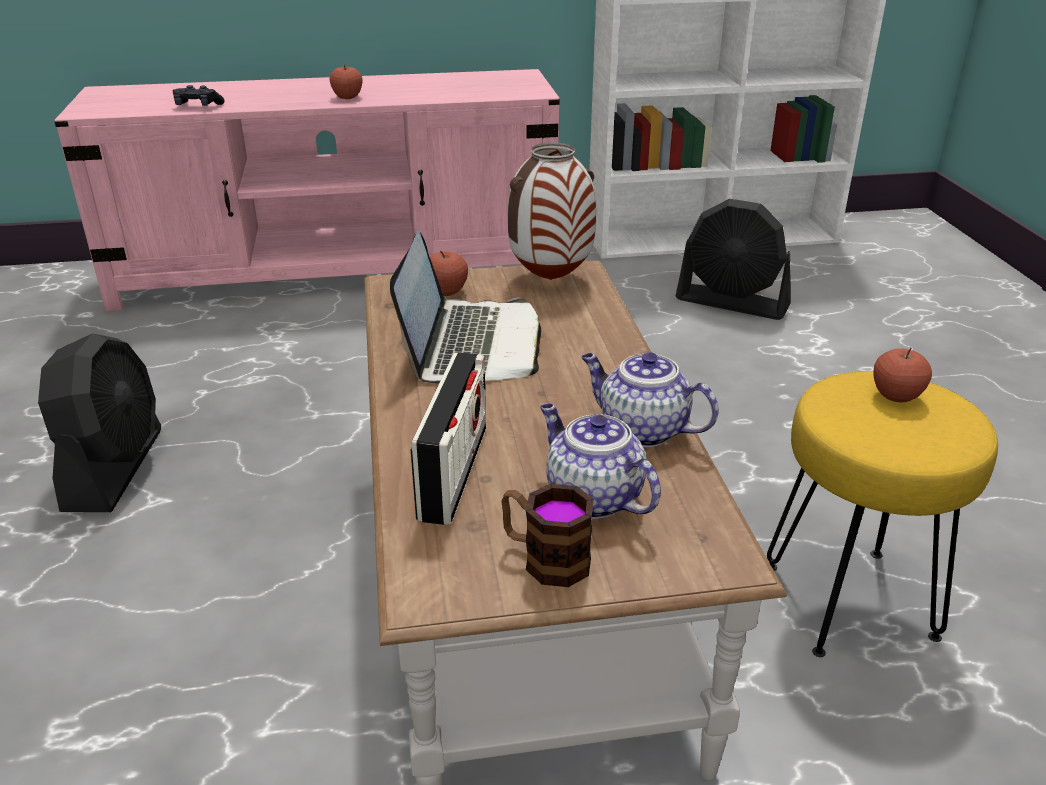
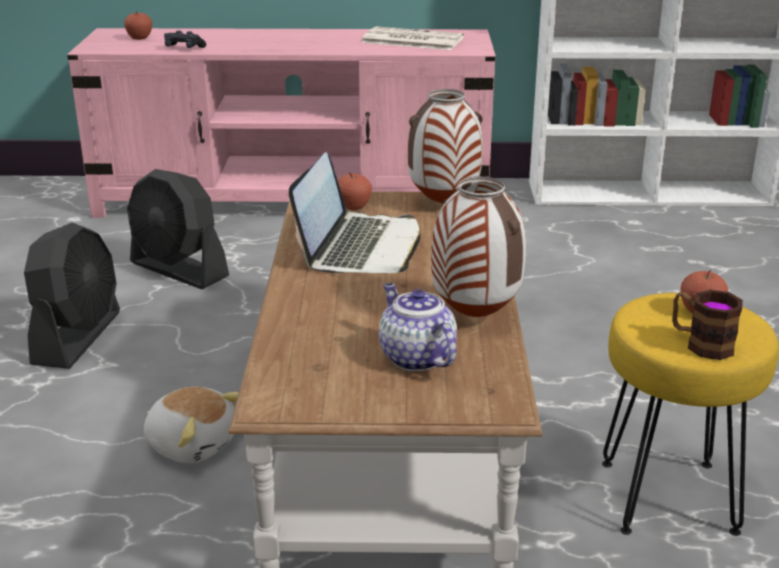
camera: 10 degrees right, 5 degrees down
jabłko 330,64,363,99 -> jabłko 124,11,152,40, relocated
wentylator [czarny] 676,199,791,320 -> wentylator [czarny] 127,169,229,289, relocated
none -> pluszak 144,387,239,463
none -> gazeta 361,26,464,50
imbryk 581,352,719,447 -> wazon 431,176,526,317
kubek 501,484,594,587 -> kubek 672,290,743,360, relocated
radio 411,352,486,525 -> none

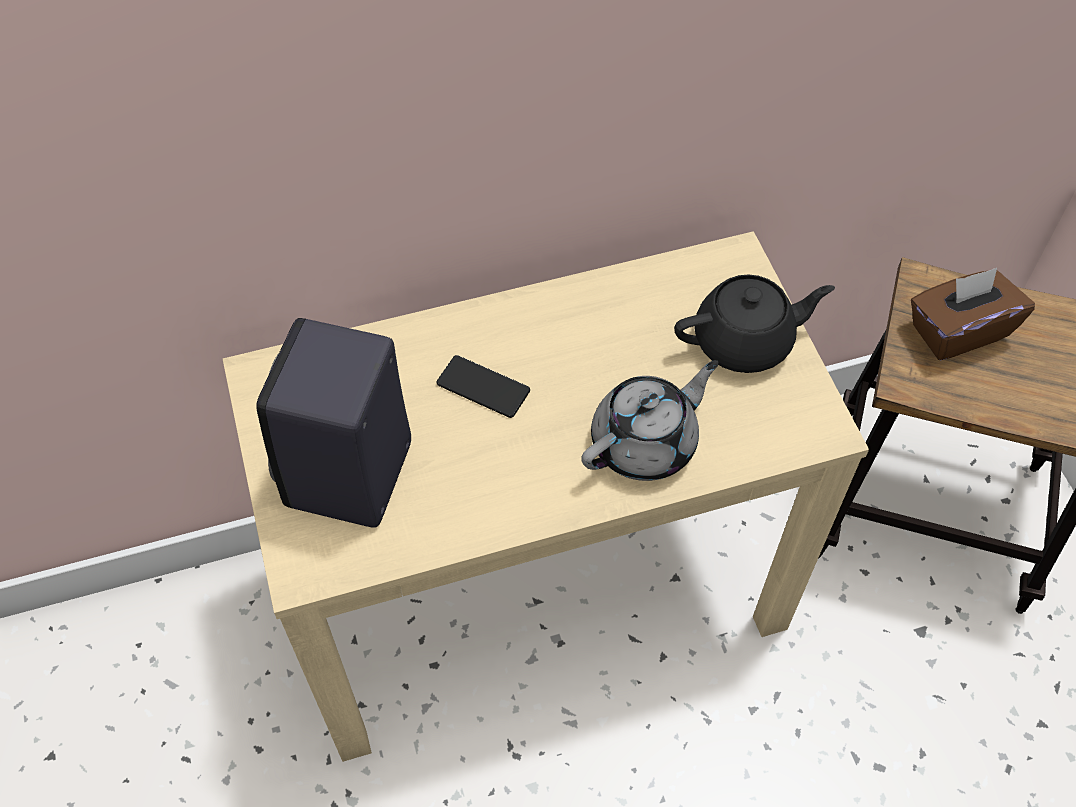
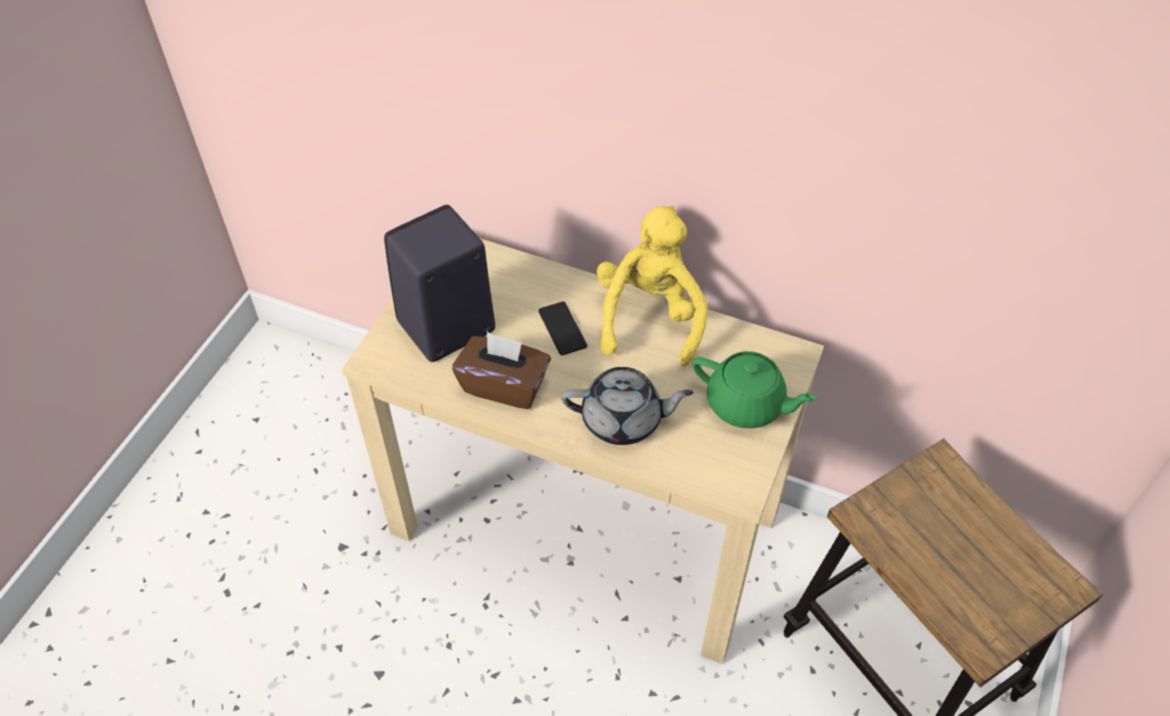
camera: 40 degrees right, 5 degrees down
pudełko chusteczek [brązowy] 911,268,1035,361 -> pudełko chusteczek [brązowy] 452,332,551,409, relocated
none -> pluszak [żółty] 597,206,708,367
imbryk [czarny] 674,274,835,373 -> imbryk [zielony] 692,351,817,428

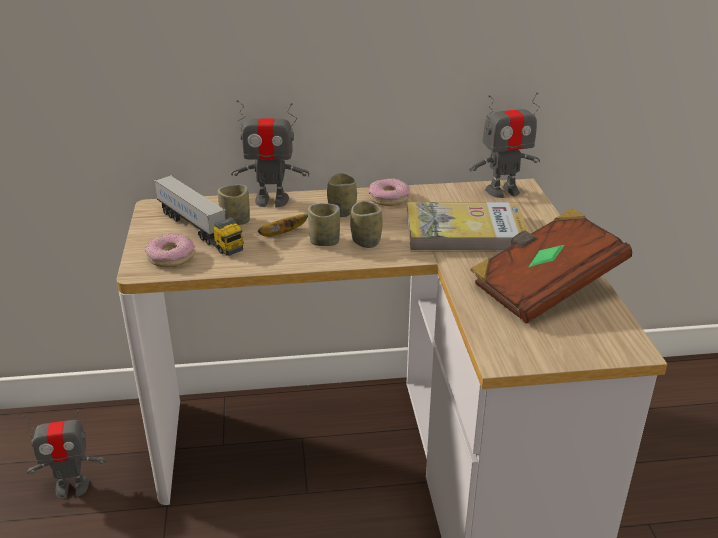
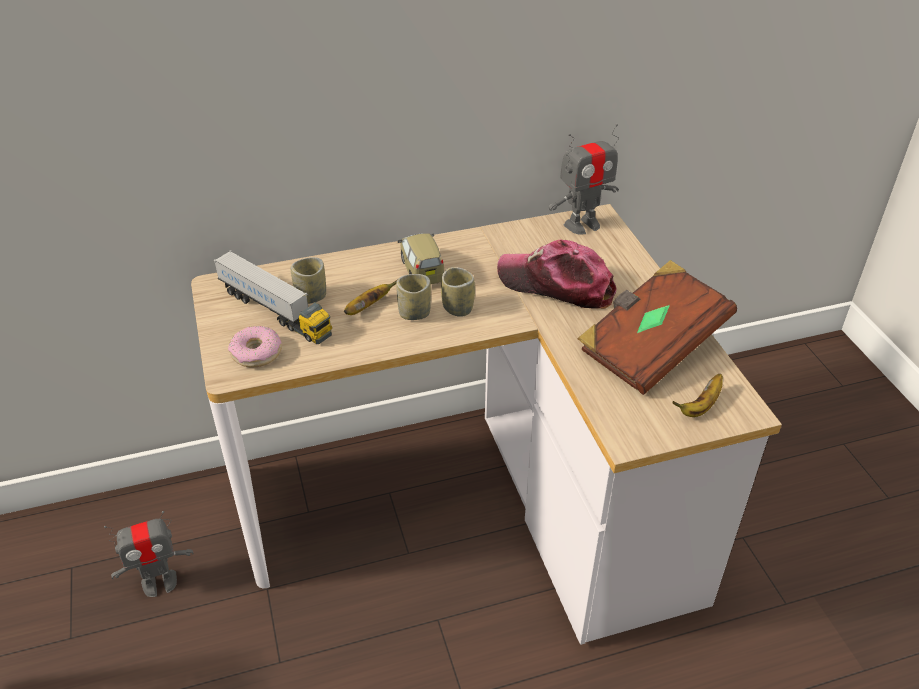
camera: 10 degrees left, 10 degrees up
filiżanka 327,173,357,217 -> samochodzik 398,233,444,284
książka 407,202,528,252 -> czapka z daszkiem 497,240,616,309
none -> banan 672,374,723,417
robot zabawkowy 231,100,309,207 -> none
donut 369,178,410,206 -> none

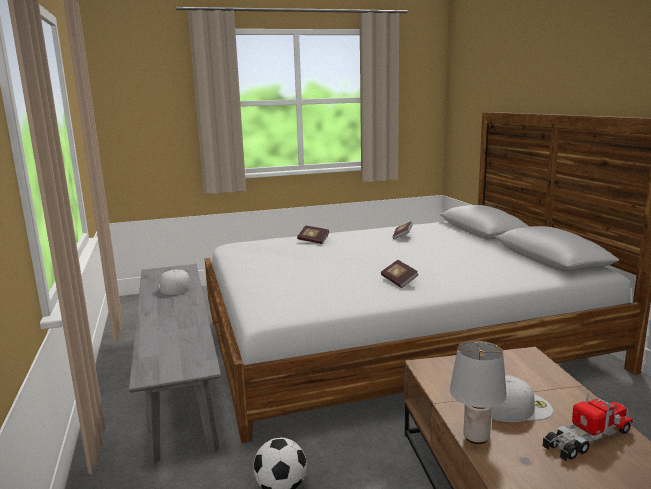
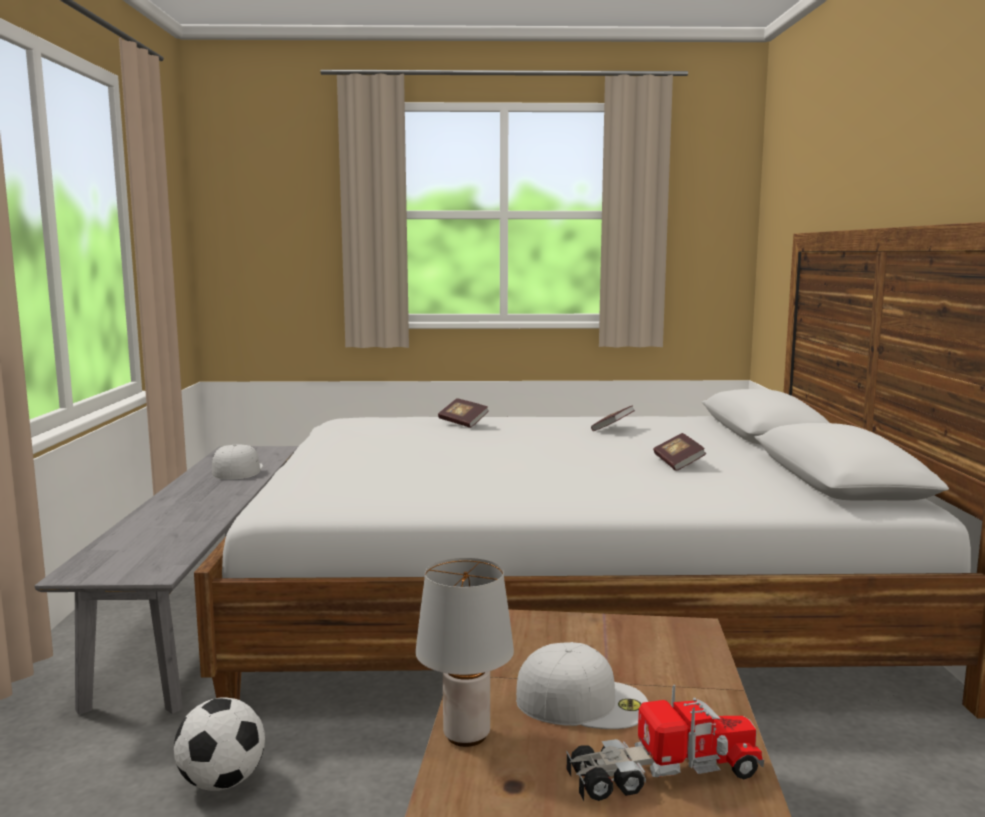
camera: 15 degrees right, 5 degrees down
książka 381,260,419,288 -> książka 653,433,706,471, relocated

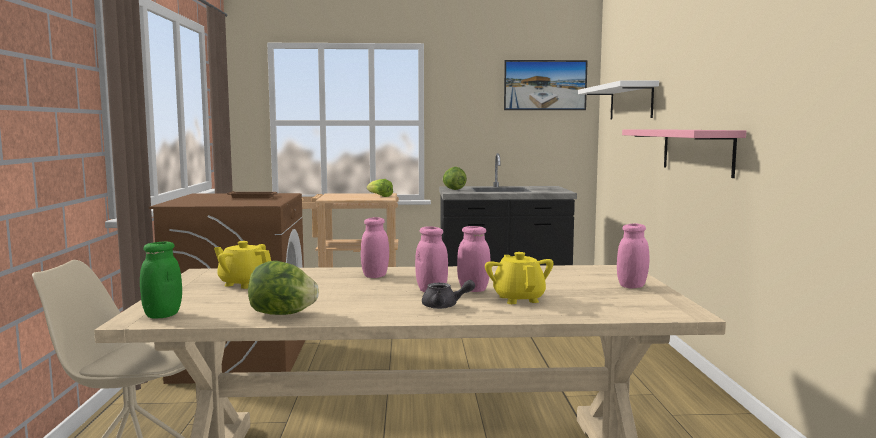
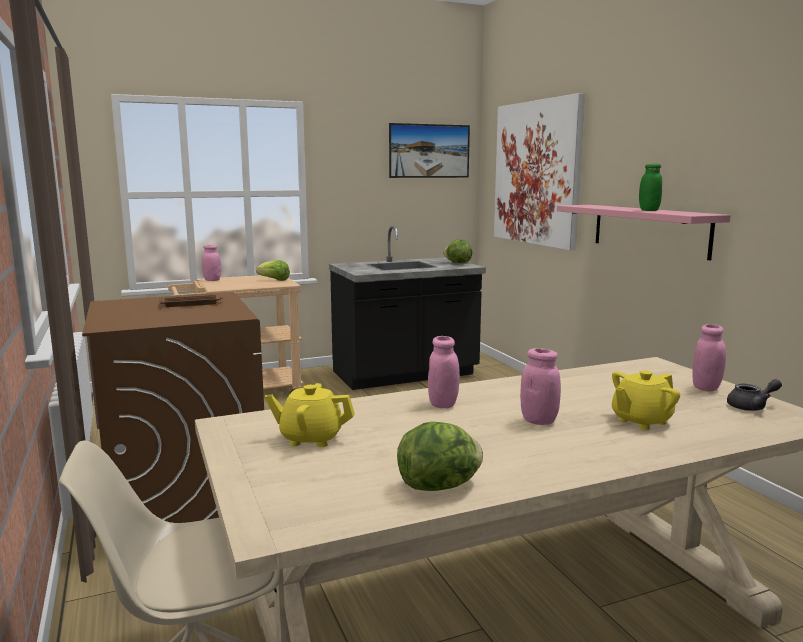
camera: 20 degrees left, 5 degrees up
słoik [różowy] 457,226,490,292 -> słoik [różowy] 202,245,221,281, relocated
sałata 442,167,467,190 -> sałata 443,239,472,263, relocated
półka [biały] 578,80,659,119 -> obraz 494,93,585,250
imbryk [żółty] 485,252,553,304 -> imbryk [żółty] 612,370,680,430, 90 degrees counterclockwise
słoik [zielony] 140,241,182,318 -> słoik [zielony] 639,164,662,211, relocated
imbryk [szary] 422,280,475,309 -> imbryk [szary] 727,379,782,411, relocated

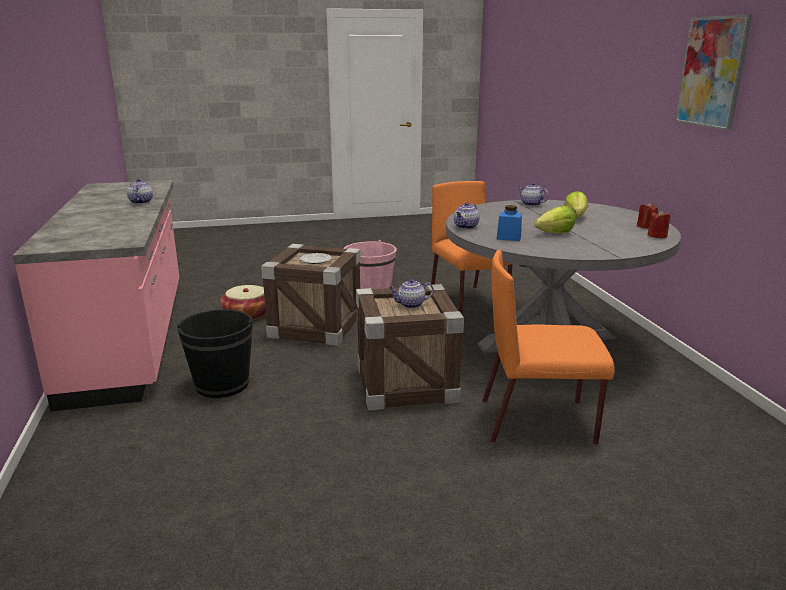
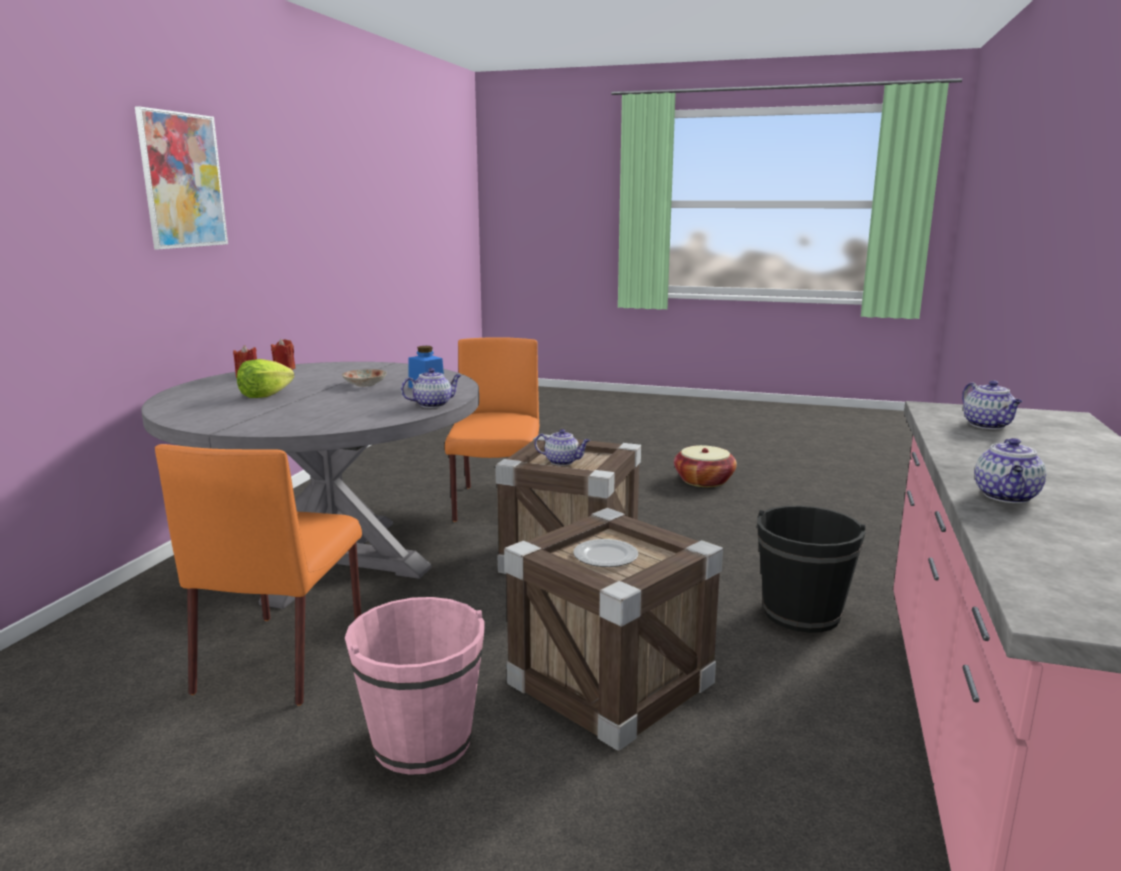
camera: 150 degrees left, 5 degrees down
sałata 534,206,575,233 -> talerz 342,369,387,387
krzesło [pomarańczowy] 482,250,615,445 -> krzesło [pomarańczowy] 445,337,539,522, 120 degrees counterclockwise
koszyk 220,285,266,320 -> koszyk 674,445,737,487, relocated
imbryk 518,182,549,206 -> imbryk 962,380,1023,429, relocated

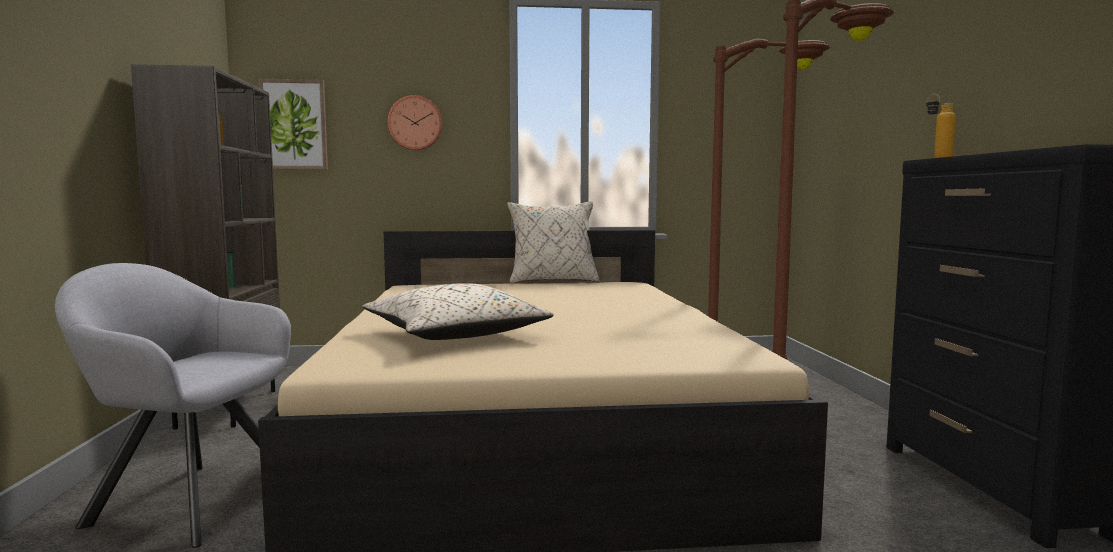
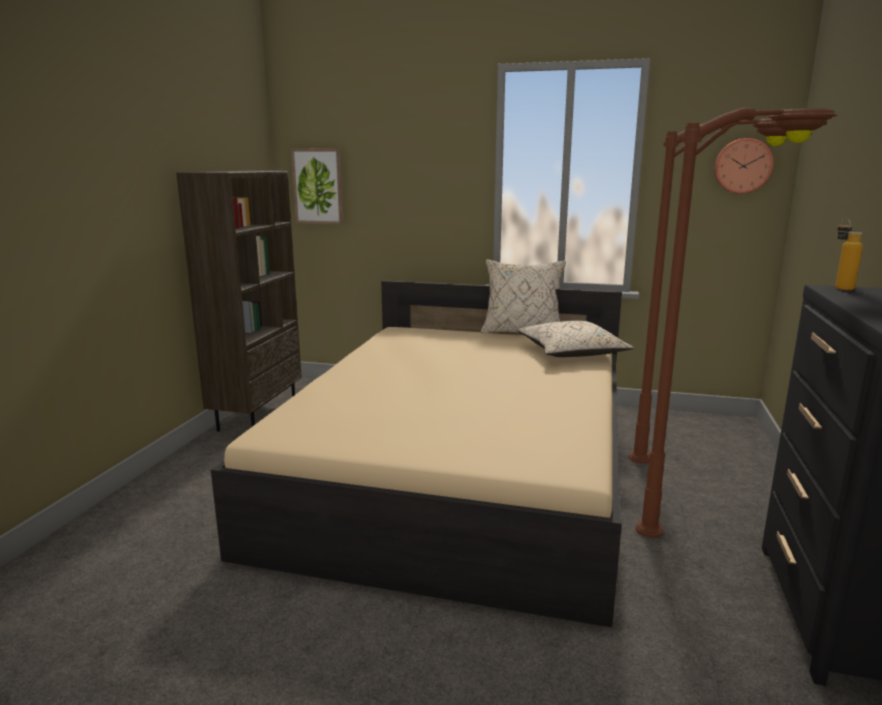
camera: 20 degrees right, 10 degrees up
poduszka [beżowy] 362,283,554,340 -> poduszka [beżowy] 517,321,634,357, relocated
zegar ścienny 388,95,442,150 -> zegar ścienny 714,138,774,194, relocated
fotel [szary] 55,263,291,548 -> none

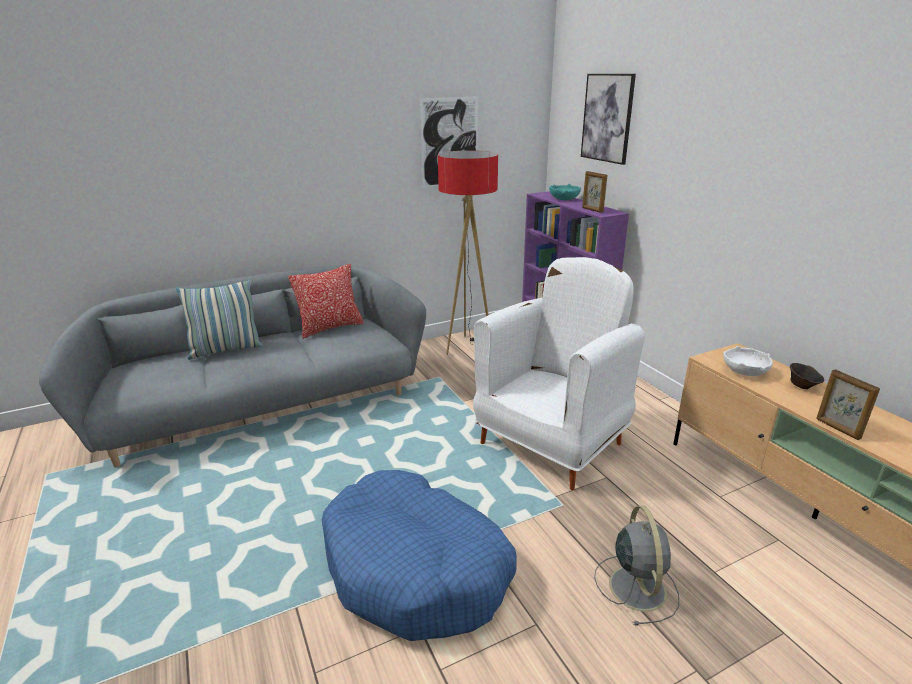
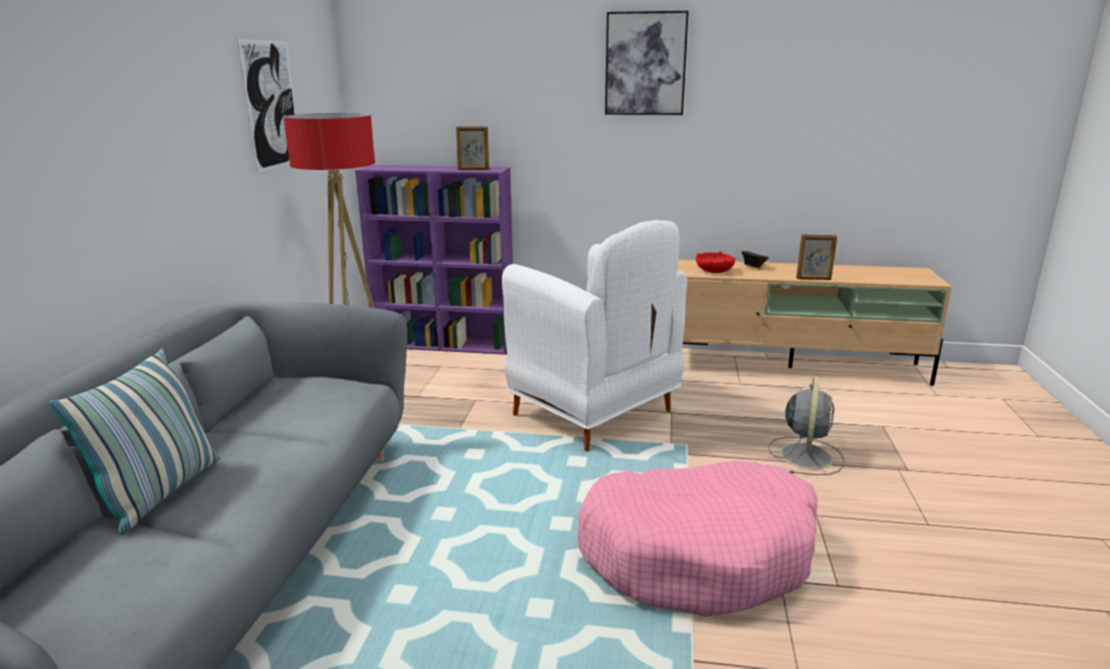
camera: 55 degrees left, 5 degrees down
fotel [biały] 473,257,645,490 -> fotel [biały] 502,220,687,451, 150 degrees clockwise
legowisko [niebieski] 322,470,517,641 -> legowisko [różowy] 578,461,818,617
obraz 581,74,636,165 -> obraz 605,11,689,115, relocated
miska [biały] 723,346,773,376 -> miska [czerwony] 696,251,736,273
wentylator [szary] 594,506,679,626 -> wentylator [szary] 768,376,844,475, 75 degrees clockwise
poduszka 288,264,364,339 -> none
miska [turkusowy] 549,184,581,200 -> none

